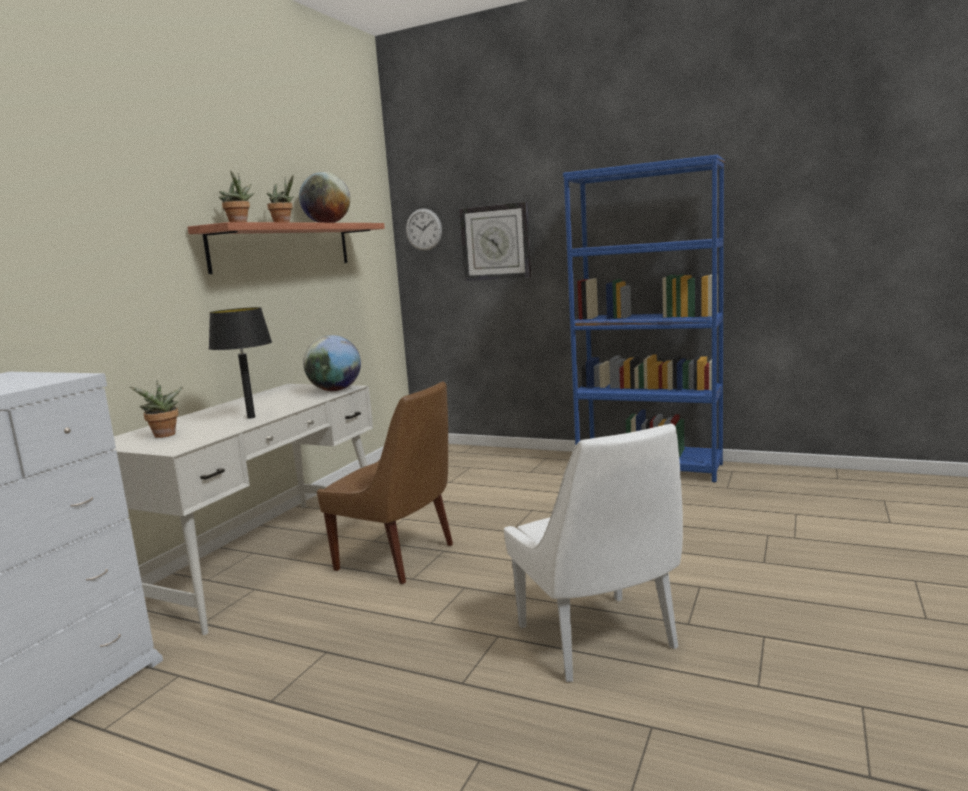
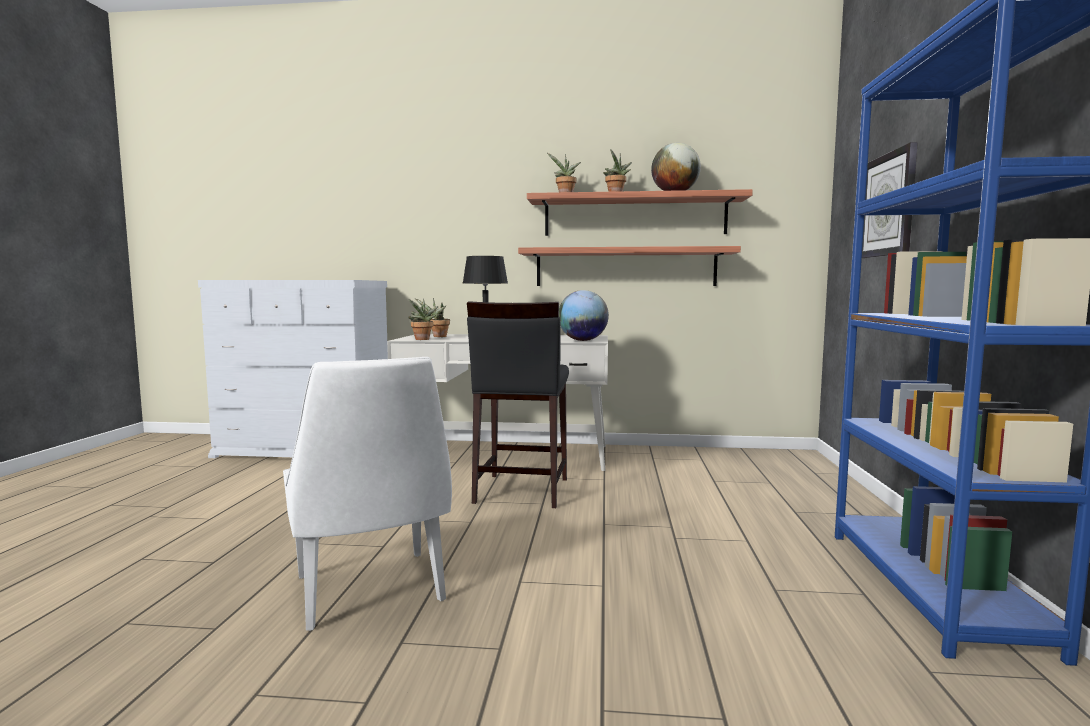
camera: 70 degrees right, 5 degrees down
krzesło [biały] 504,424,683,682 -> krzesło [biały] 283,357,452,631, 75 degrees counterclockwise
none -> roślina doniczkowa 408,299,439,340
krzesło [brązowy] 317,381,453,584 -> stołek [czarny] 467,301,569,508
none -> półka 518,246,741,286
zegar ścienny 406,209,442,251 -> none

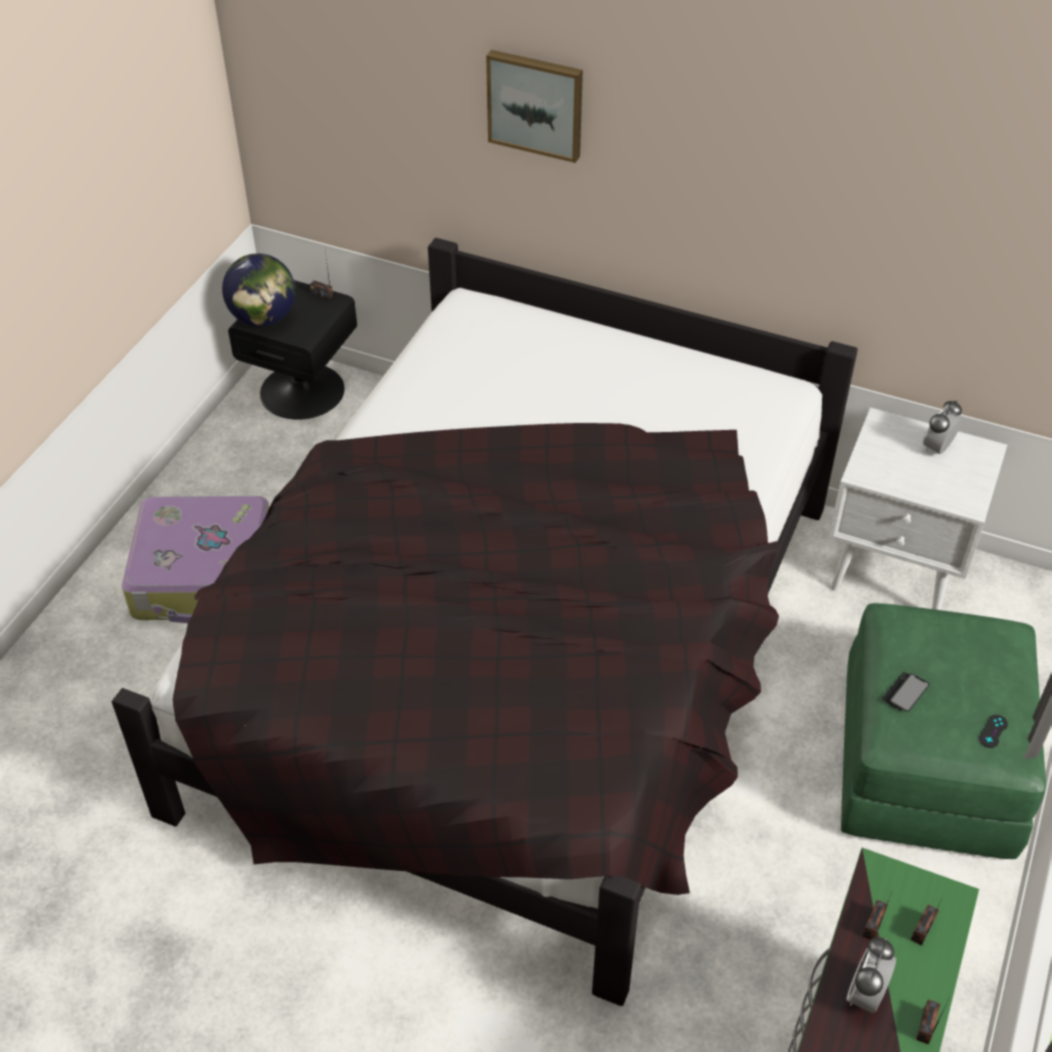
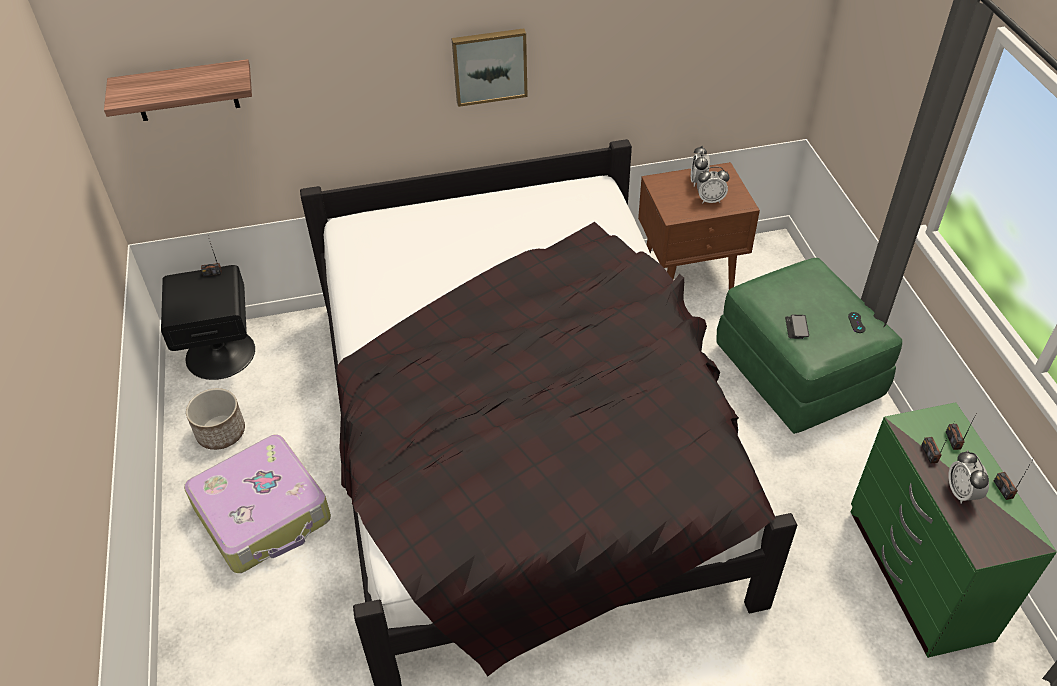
camera: 35 degrees left, 0 degrees up
none -> półka 104,59,252,121
none -> donica 186,388,245,450
obraz 486,50,583,163 -> obraz 452,28,528,107, relocated
szafka nocna [biały] 828,407,1007,610 -> szafka nocna [brązowy] 638,162,760,290
none -> budzik 697,167,729,204
globus 222,253,295,326 -> none

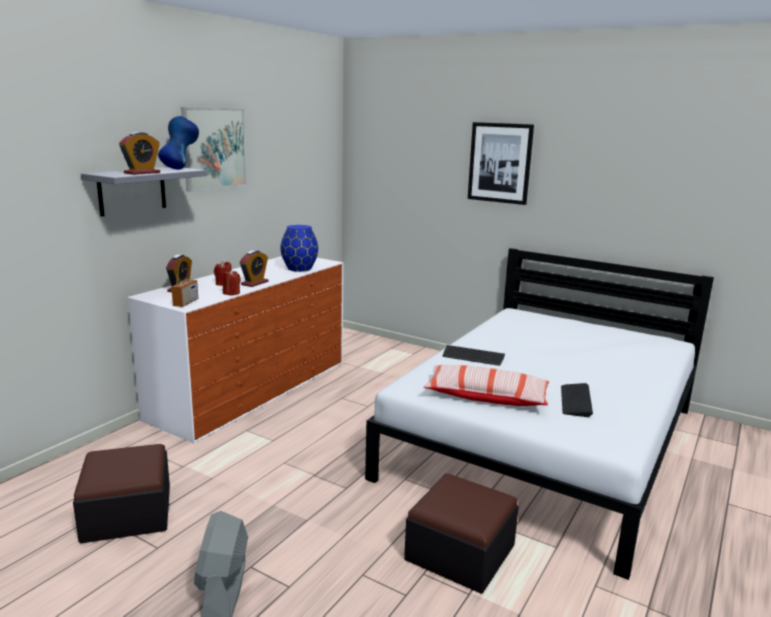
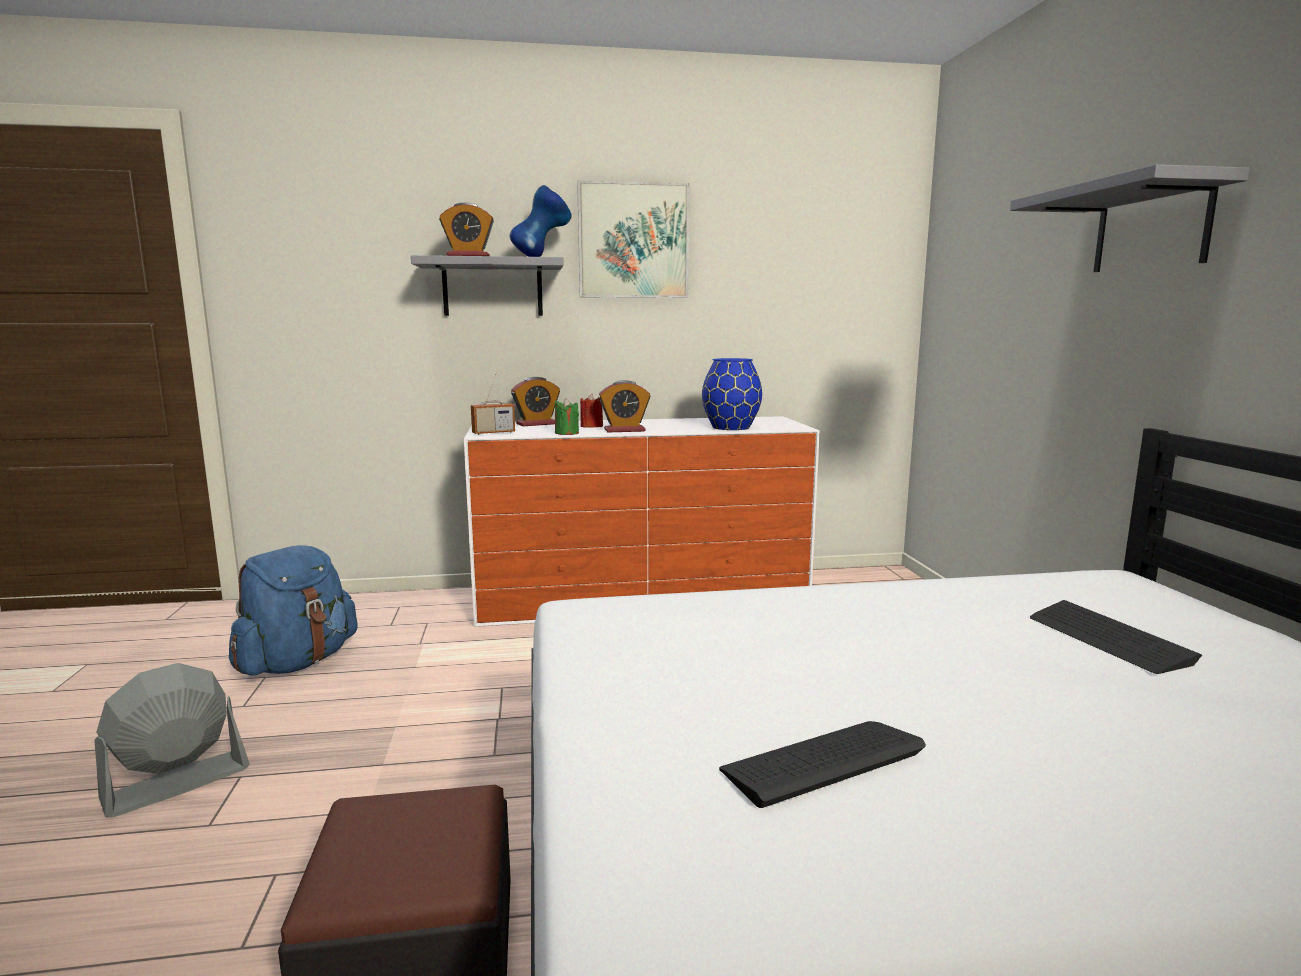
camera: 50 degrees right, 5 degrees down
pufa 73,444,170,543 -> plecak [niebieski] 229,545,358,676
świeca [czerwony] 222,270,241,295 -> świeca [zielony] 555,398,579,435
obraz 468,122,534,205 -> półka [szary] 1010,164,1250,272
klawiatura 443,345,505,366 -> klawiatura 1030,600,1202,674, relocated
poduszka 423,365,549,406 -> none

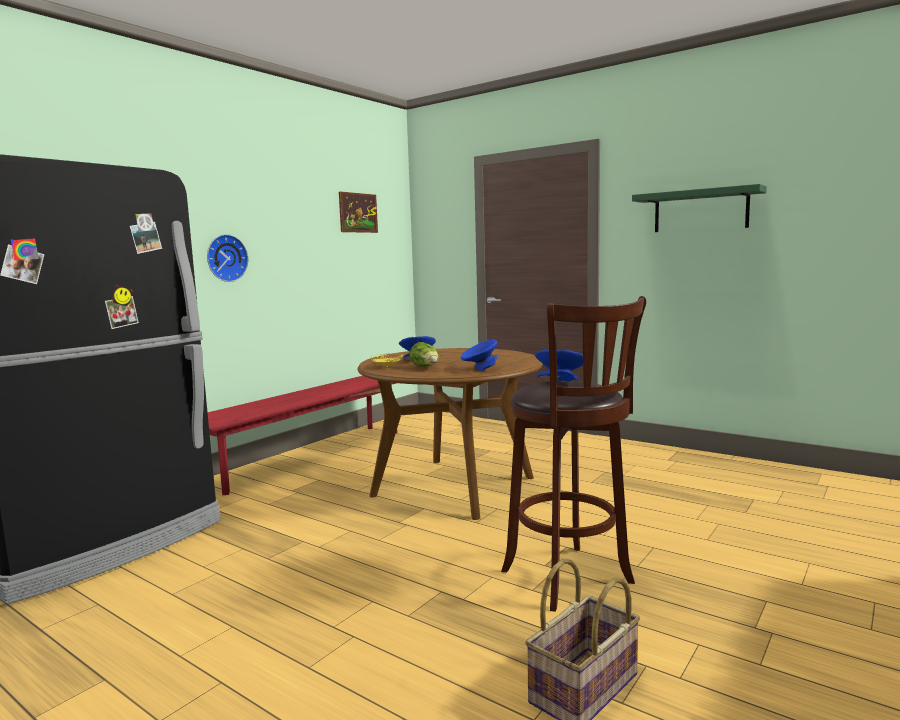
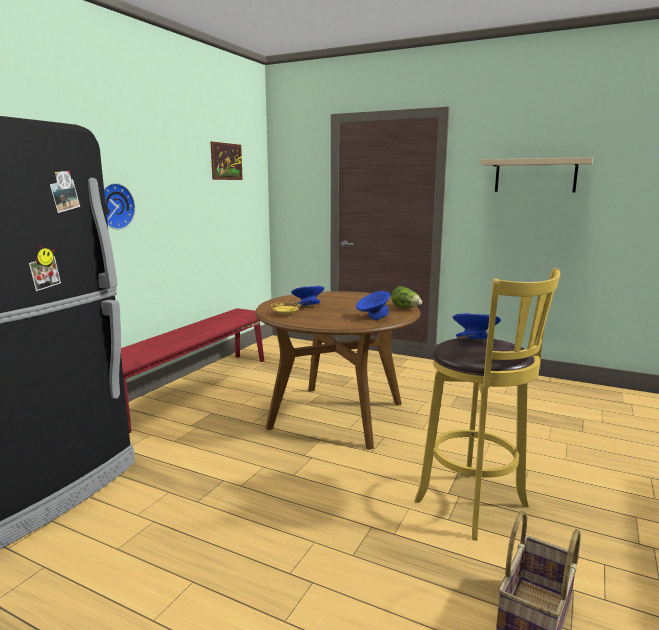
camera: 10 degrees left, 5 degrees up
sałata 410,342,439,367 -> sałata 391,286,422,308, relocated
stołek [brązowy] 501,296,646,612 -> stołek [żółty] 414,268,560,541
półka [zielony] 632,184,767,232 -> półka [beżowy] 480,157,593,192

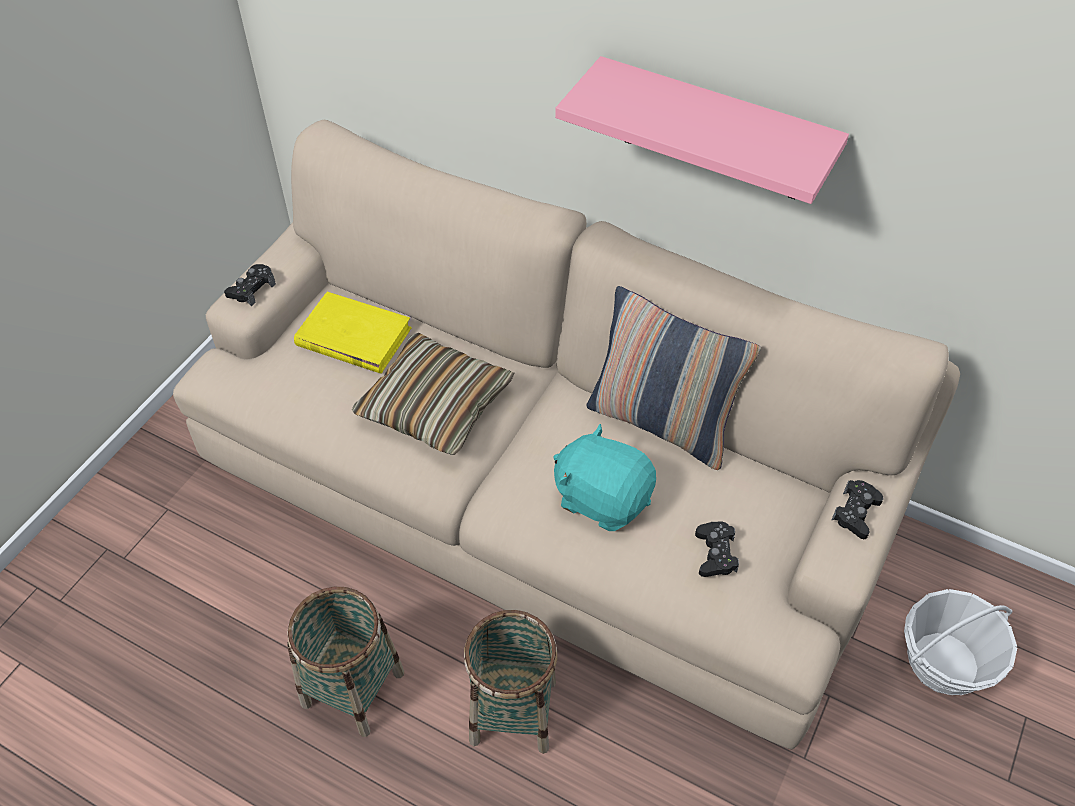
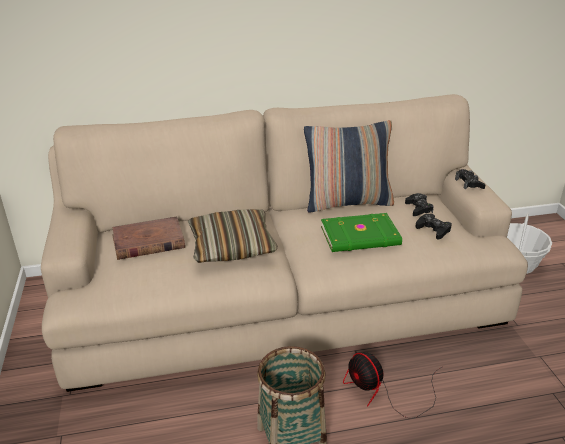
camera: 40 degrees left, 20 degrees down
książka [żółty] 294,292,412,374 -> książka [brązowy] 112,216,185,260
pluszak [turkusowy] 553,424,656,531 -> książka [zielony] 321,213,402,252
koszyk 464,610,558,754 -> wentylator 343,352,442,419
pad do gier [czarny] 224,264,276,306 -> pad do gier [czarny] 405,193,434,216, relocated
półka [różowy] 555,56,849,204 -> none

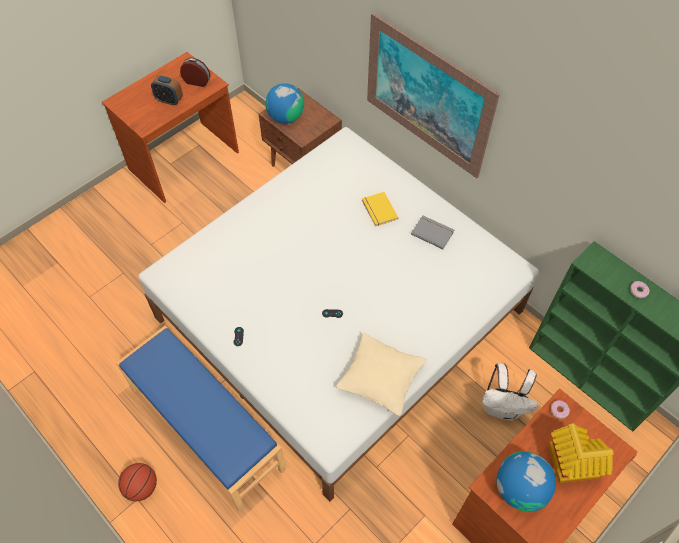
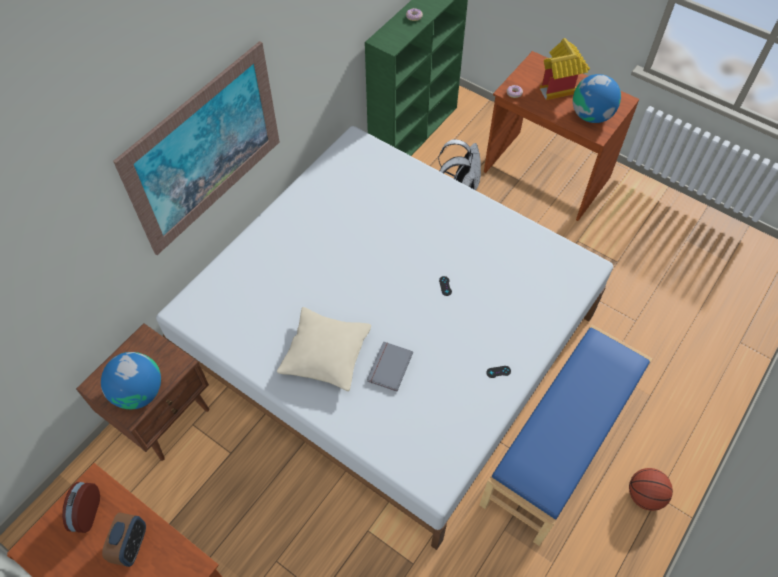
camera: 100 degrees left, 0 degrees up
poduszka [beżowy] 336,333,427,416 -> poduszka [beżowy] 277,307,371,391, relocated
książka [szary] 411,216,454,249 -> książka [szary] 367,341,413,392, relocated
książka [żółty] 362,192,398,227 -> none

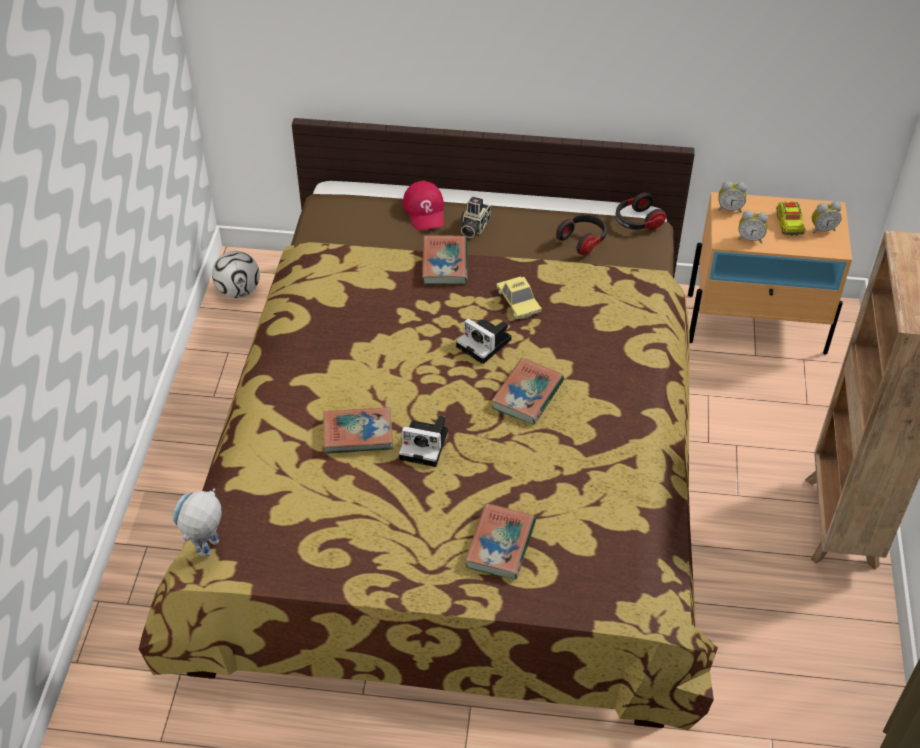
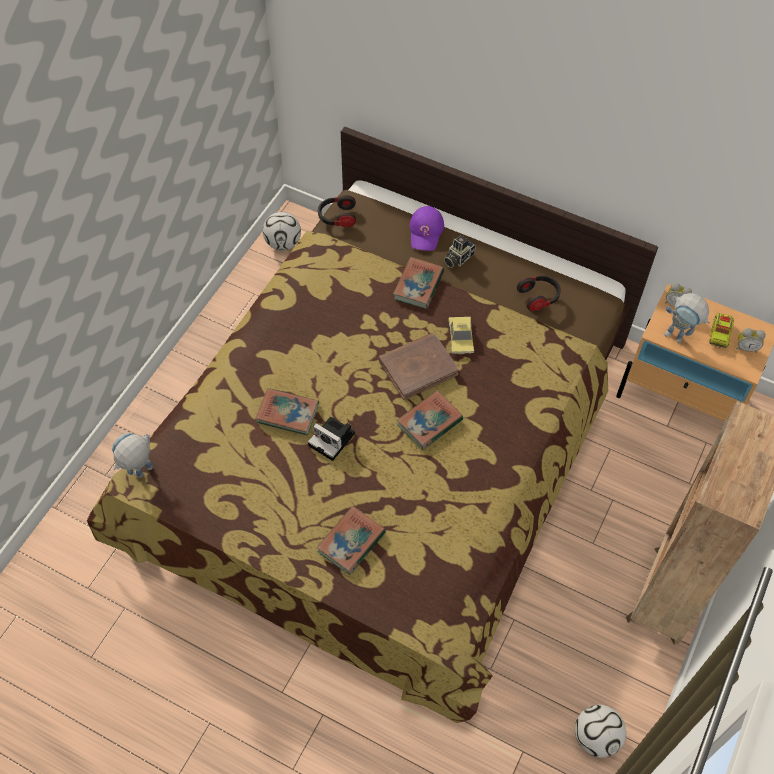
camera: 20 degrees right, 10 degrees up
słuchawki 616,192,666,230 -> słuchawki 318,195,356,227, relocated
aparat fotograficzny 456,318,512,364 -> książka [brązowy] 379,333,459,400
czapka z daszkiem [czerwony] 403,181,444,230 -> czapka z daszkiem [fioletowy] 410,206,444,251
none -> piłka futbolowa 575,705,626,758
budzik 738,210,768,243 -> robot zabawkowy 664,293,710,343

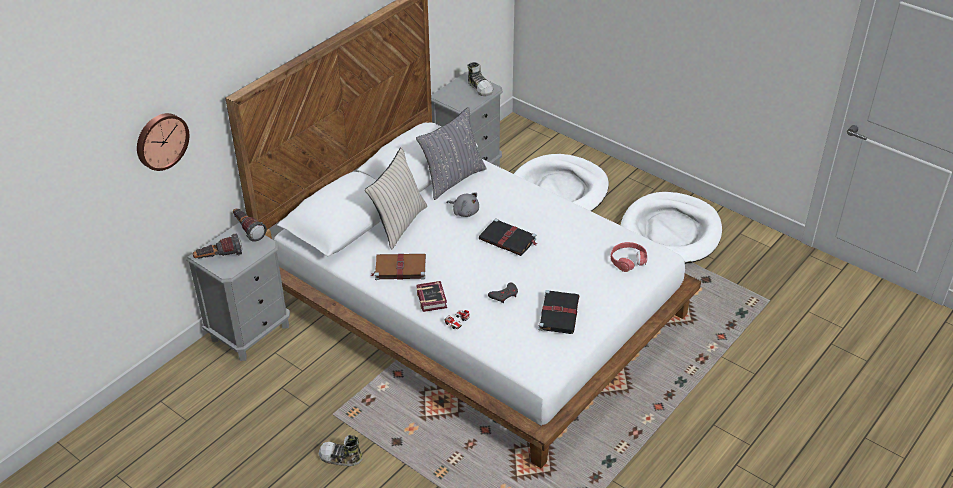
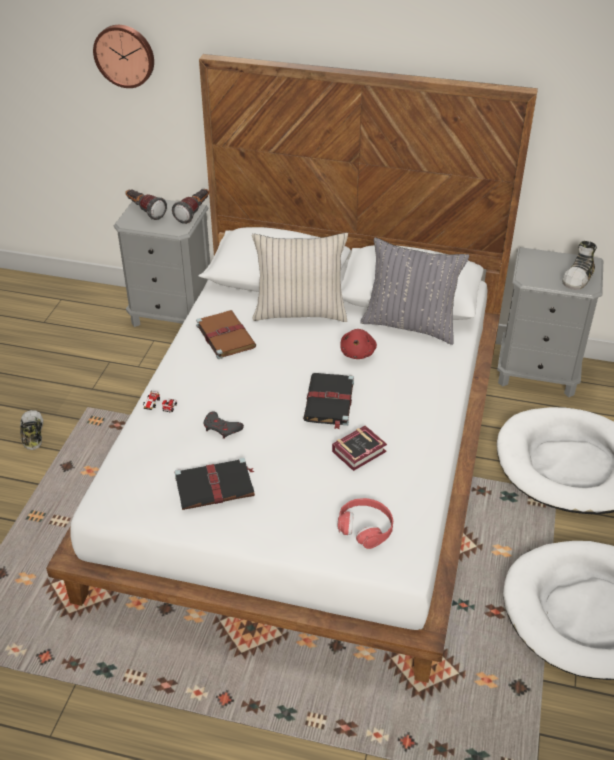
camera: 65 degrees right, 0 degrees up
książka 417,281,447,312 -> książka 332,426,387,471, relocated
pluszak [szary] 446,192,479,217 -> pluszak [czerwony] 340,329,377,359

